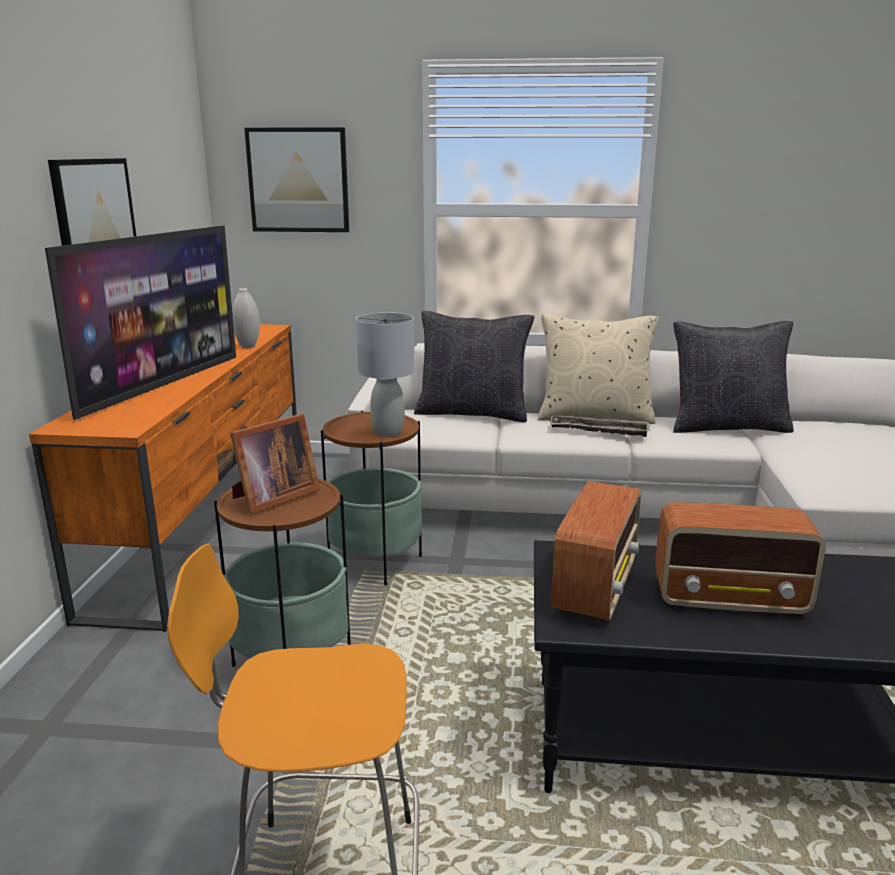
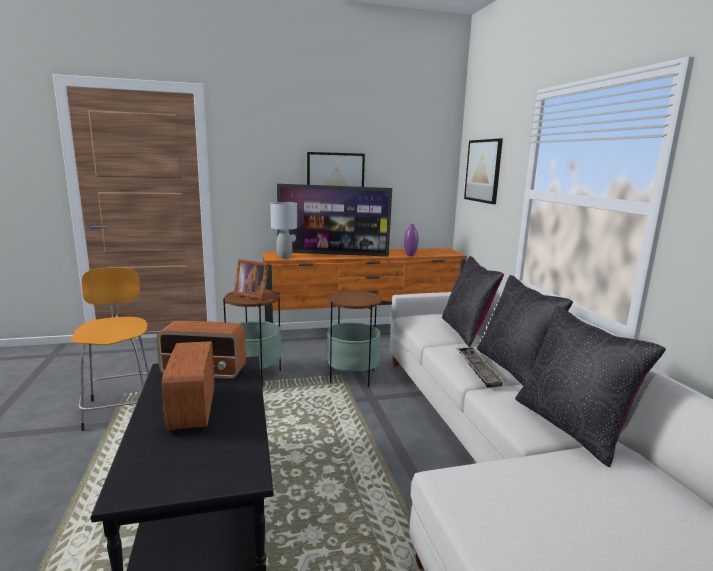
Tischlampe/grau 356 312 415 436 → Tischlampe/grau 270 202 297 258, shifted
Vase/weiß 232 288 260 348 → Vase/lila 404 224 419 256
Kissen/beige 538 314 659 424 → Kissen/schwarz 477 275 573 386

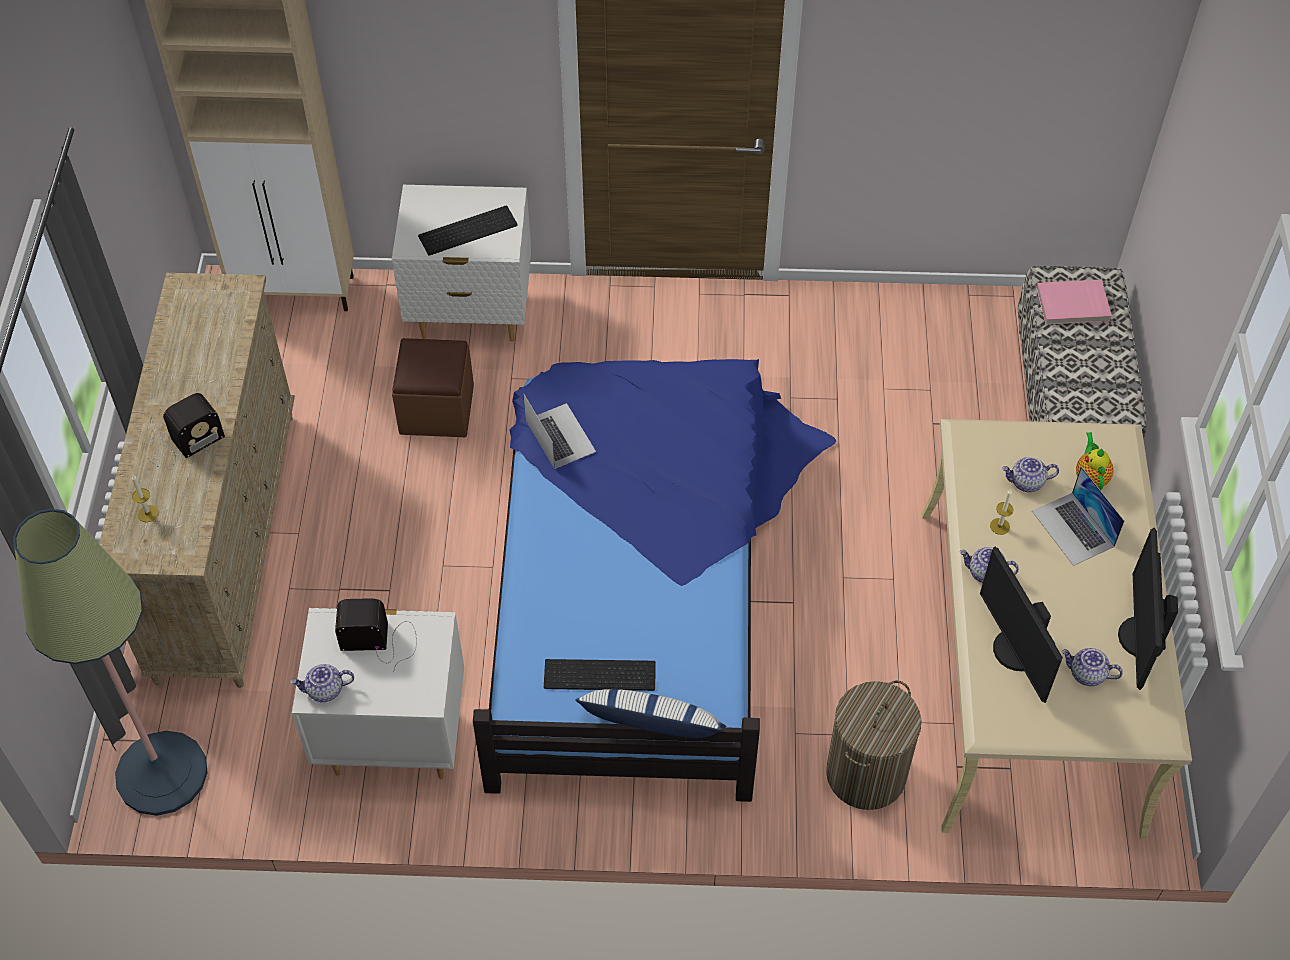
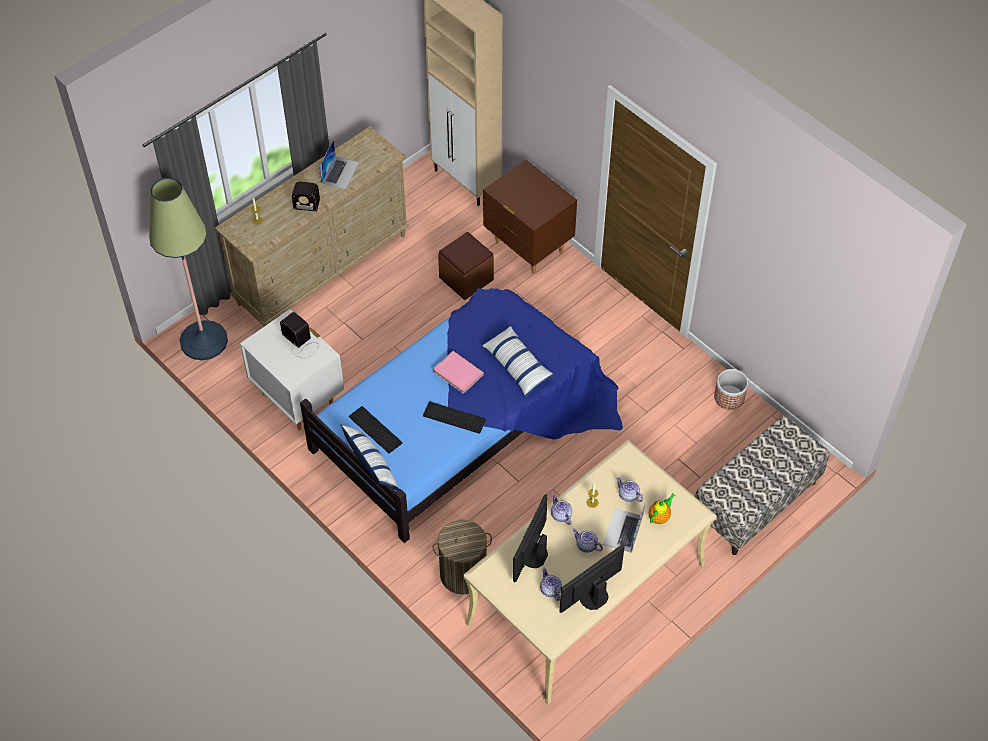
- → Kissen 481 324 556 397
- → Pflanzkübel 714 369 748 410
Teekanne 290 664 354 702 → Teekanne 572 528 603 552, shifted
Tastatur 418 205 518 256 → Tastatur 423 401 486 434, shifted
Laptop 523 393 596 469 → Laptop 319 140 359 190, shifted
Buch/rosa 1036 279 1112 325 → Buch/rosa 433 351 484 394, shifted
Nachttisch/weiß 392 185 531 342 → Nachttisch/braun 483 160 577 274

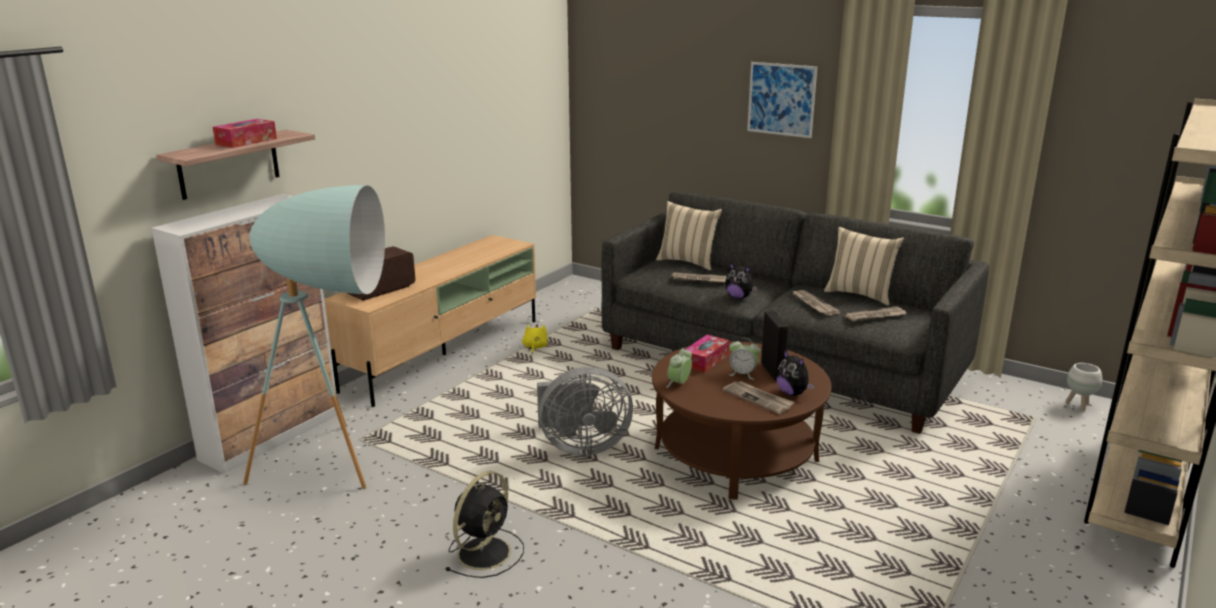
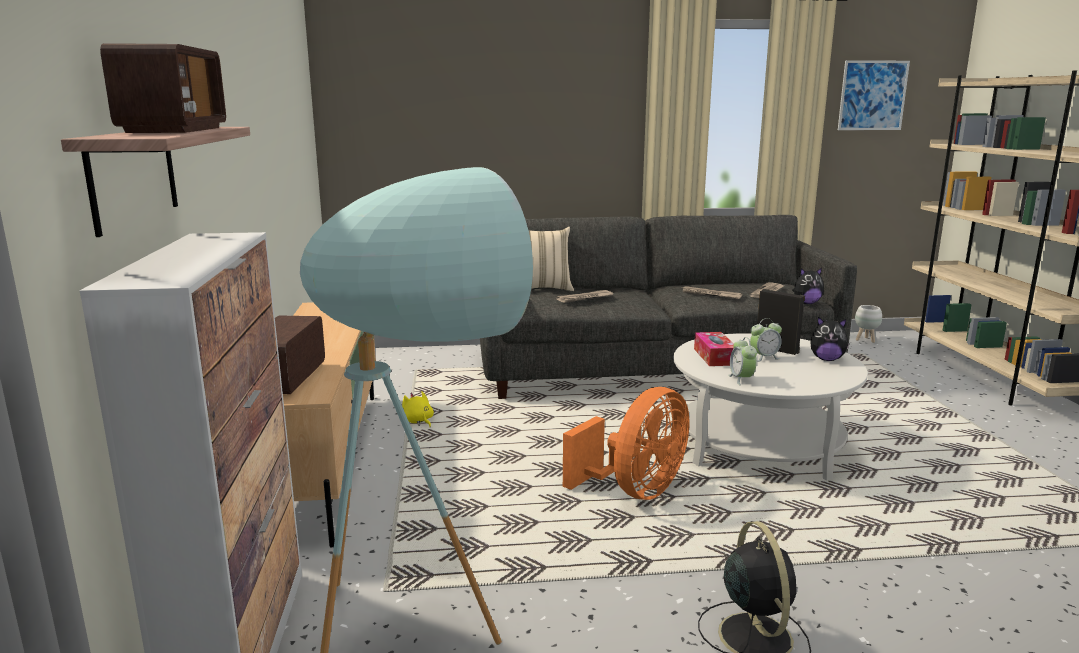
Zeitung 723 381 794 414 → -
Kissen/beige 824 227 904 305 → -
Plüschtier 725 263 758 299 → Plüschtier 792 268 824 304, shifted
Bild 747 62 817 138 → Bild 838 60 910 130, shifted
Taschentuchbox 213 119 277 148 → Radio 100 43 226 133
Ventilator/grau 537 367 633 456 → Ventilator/orange 563 387 689 500
Couchtisch/braun 652 341 832 500 → Couchtisch/weiß 674 333 868 481

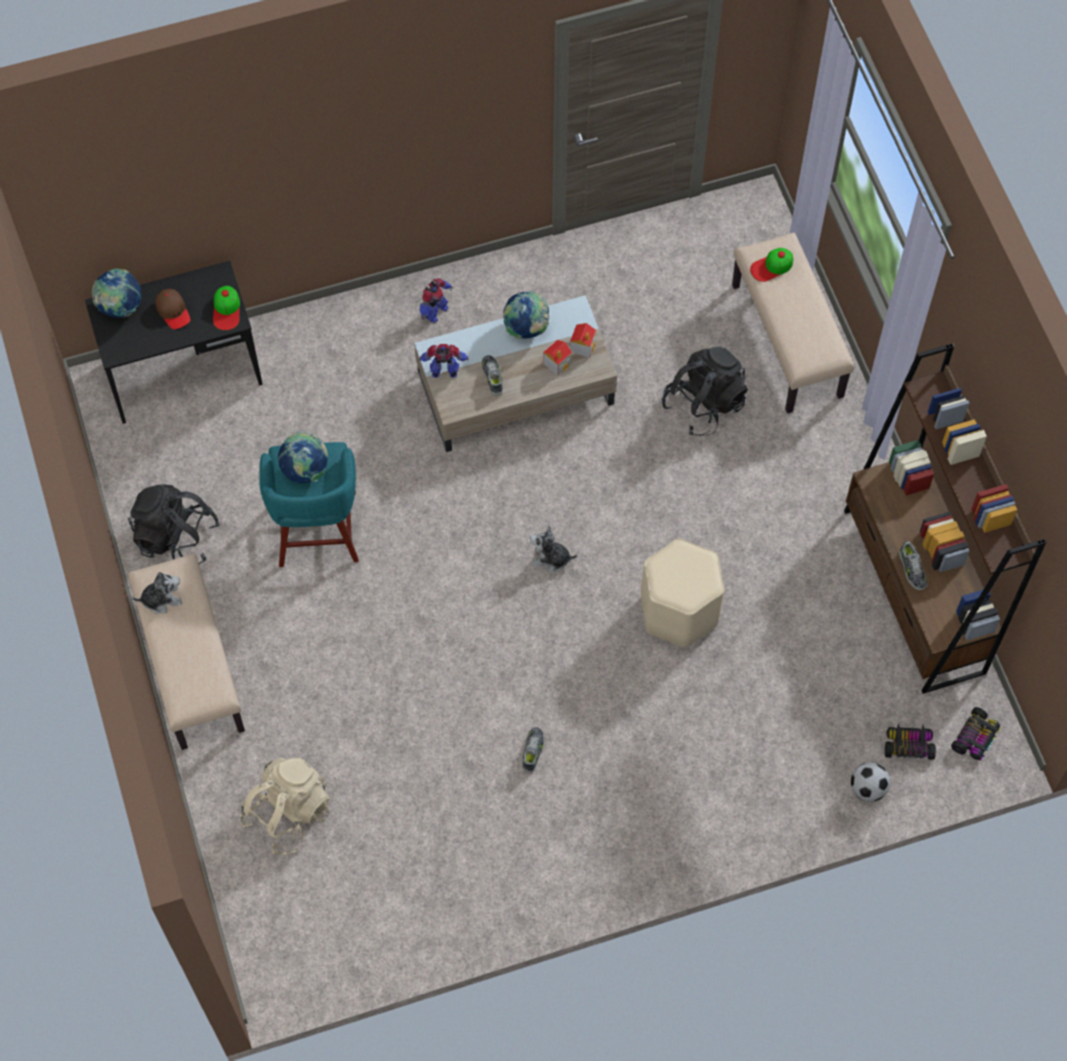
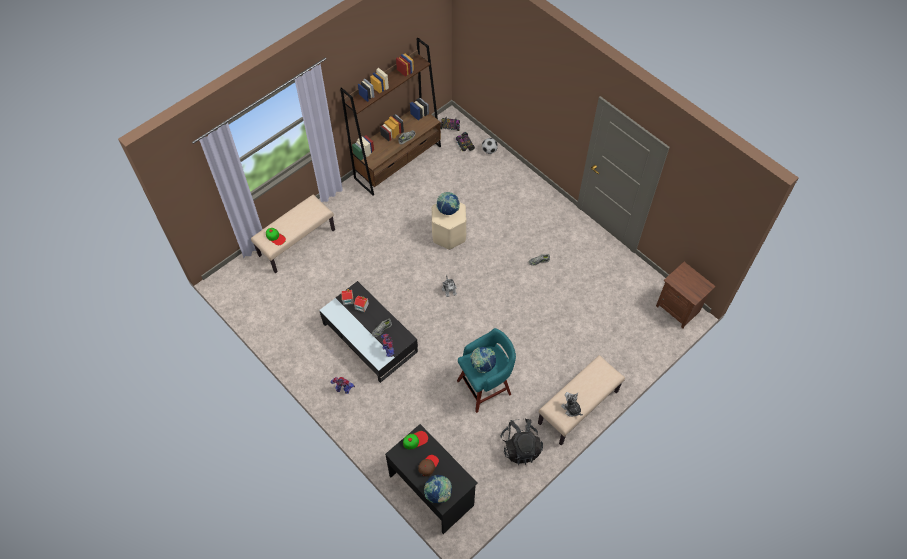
Rucksack/beige 240 756 330 854 → -
Rucksack/schwarz 662 347 748 436 → -
- → Nachttisch/braun 656 262 716 329
Globus 503 291 549 339 → Globus 437 192 460 215, shifted
Couchtisch/beige 414 295 617 452 → Couchtisch/schwarz 319 281 418 383

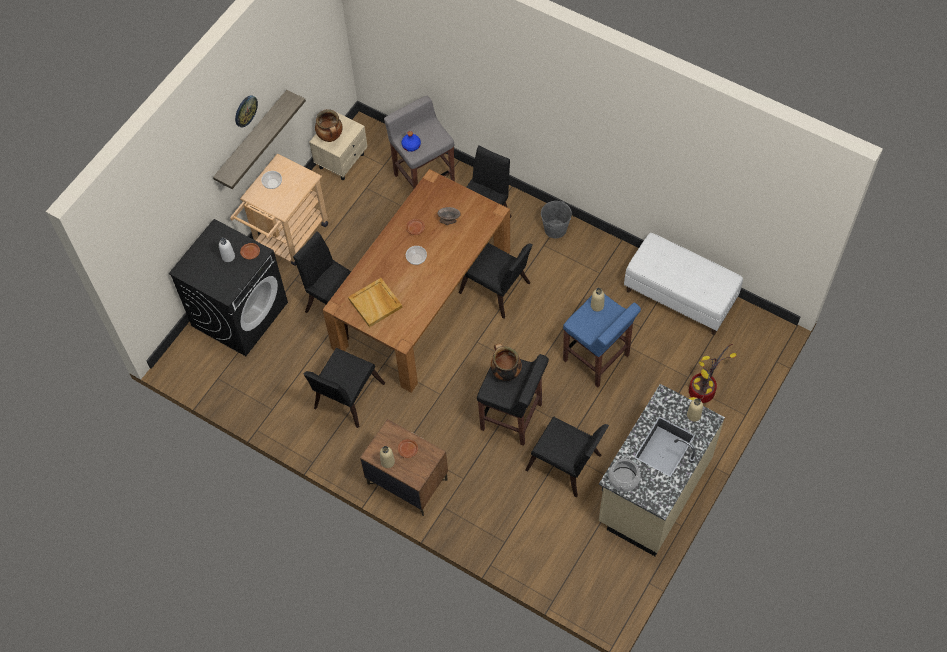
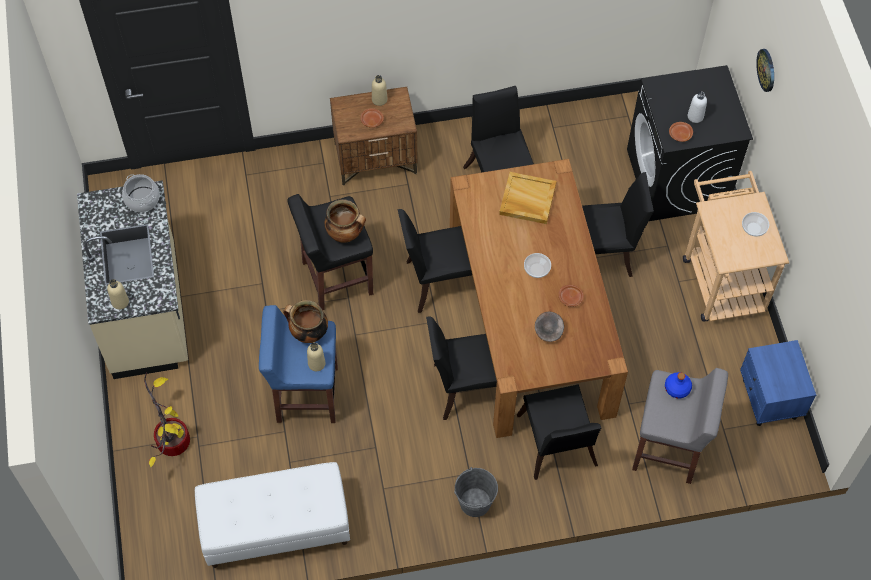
Wandregal 213 90 306 189 → -
Wanduhr 235 95 258 128 → Wanduhr 756 49 774 92, shifted
Kochtopf 315 109 343 142 → Kochtopf 283 300 328 343, shifted
Stuhl/schwarz 526 416 609 497 → Stuhl/schwarz 397 209 472 313, shifted
Nachttisch/beige 309 112 368 180 → Nachttisch/blau 740 340 816 426

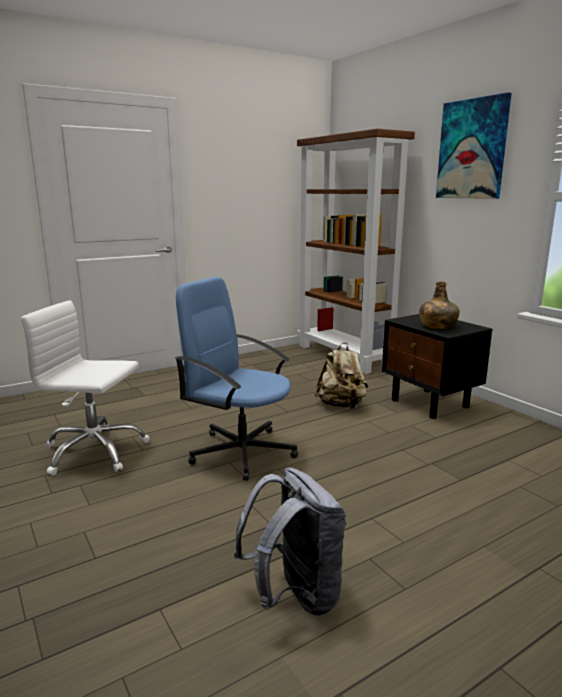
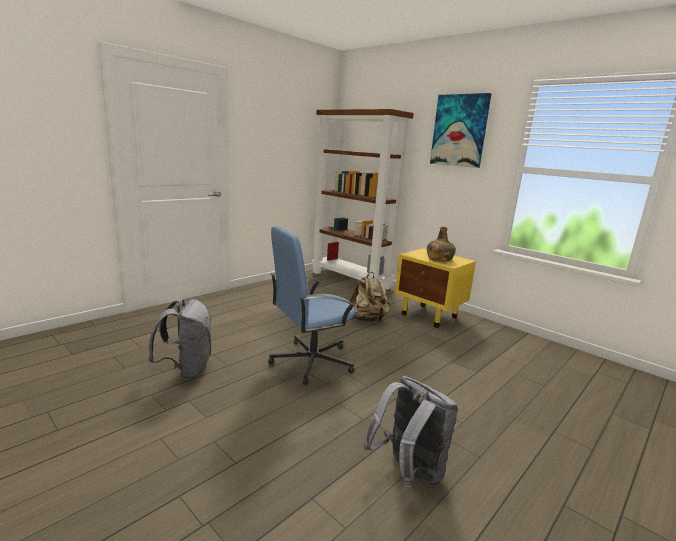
Bürostuhl/weiß 21 301 150 476 → Rucksack/grau 148 299 212 379
Nachttisch/schwarz 382 314 492 419 → Nachttisch/gelb 395 248 476 328
Bürostuhl/blau 175 276 298 481 → Bürostuhl/blau 268 226 355 385, 45 degrees counterclockwise

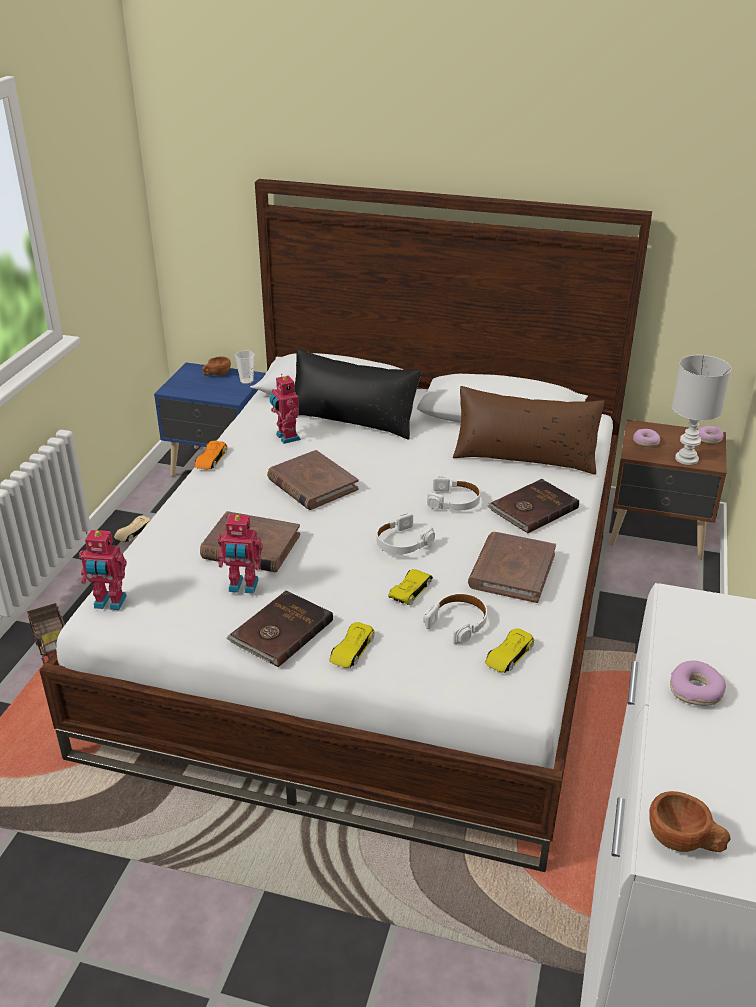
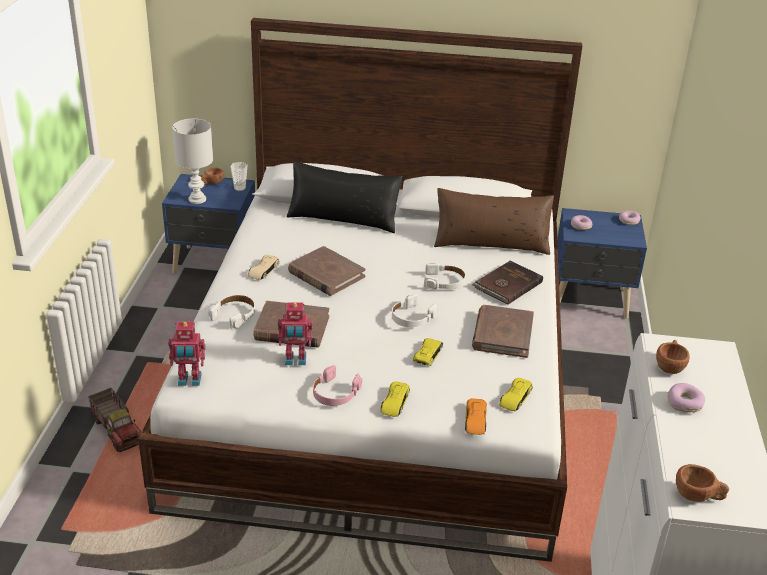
Spielzeugroboter 270 374 301 444 → -
- → Tasse/braun 656 340 690 374
Spielzeugauto/beige 114 515 151 542 → Spielzeugauto/beige 248 255 280 280, shifted
Spielzeugauto/orange 194 441 227 470 → Spielzeugauto/orange 465 398 487 435, shifted
Kopfhörer/weiß 423 593 487 644 → Kopfhörer/weiß 208 295 255 329, shifted
Tischlampe/weiß 672 355 731 465 → Tischlampe/weiß 172 119 213 204, shifted
Buch/braun 226 591 333 667 → Kopfhörer/rosa 313 365 362 406
Nachttisch/braun 609 420 726 560 → Nachttisch/blau 557 208 647 319

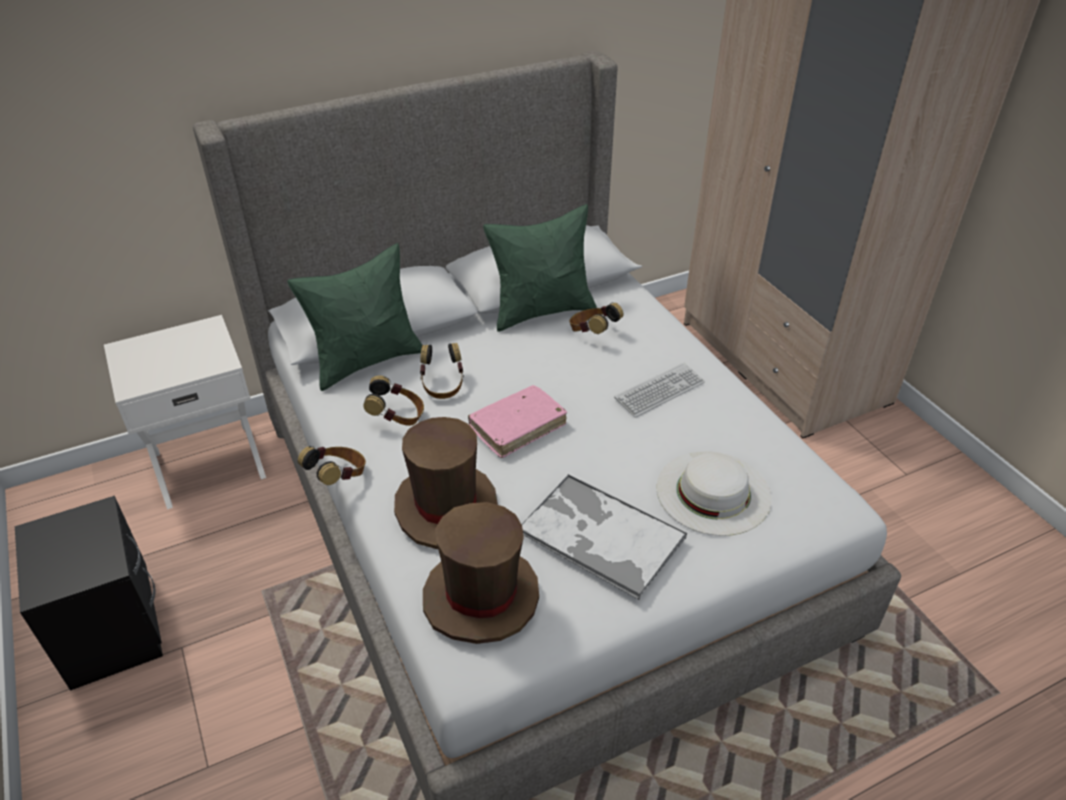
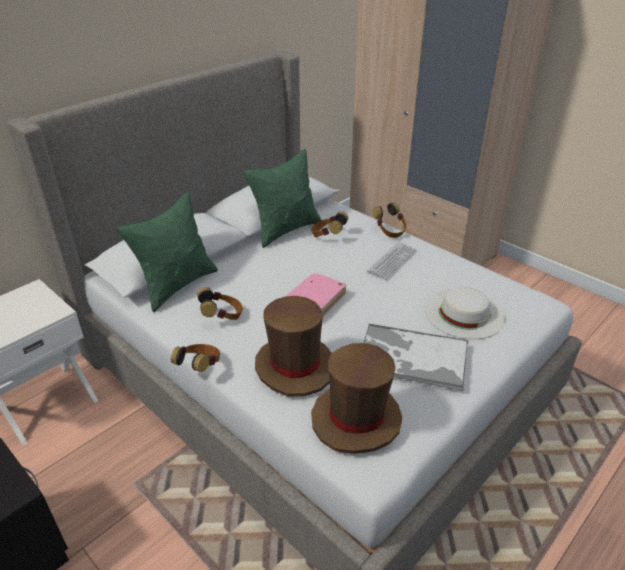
Kopfhörer 420 343 464 399 → Kopfhörer 373 202 406 238, shifted

